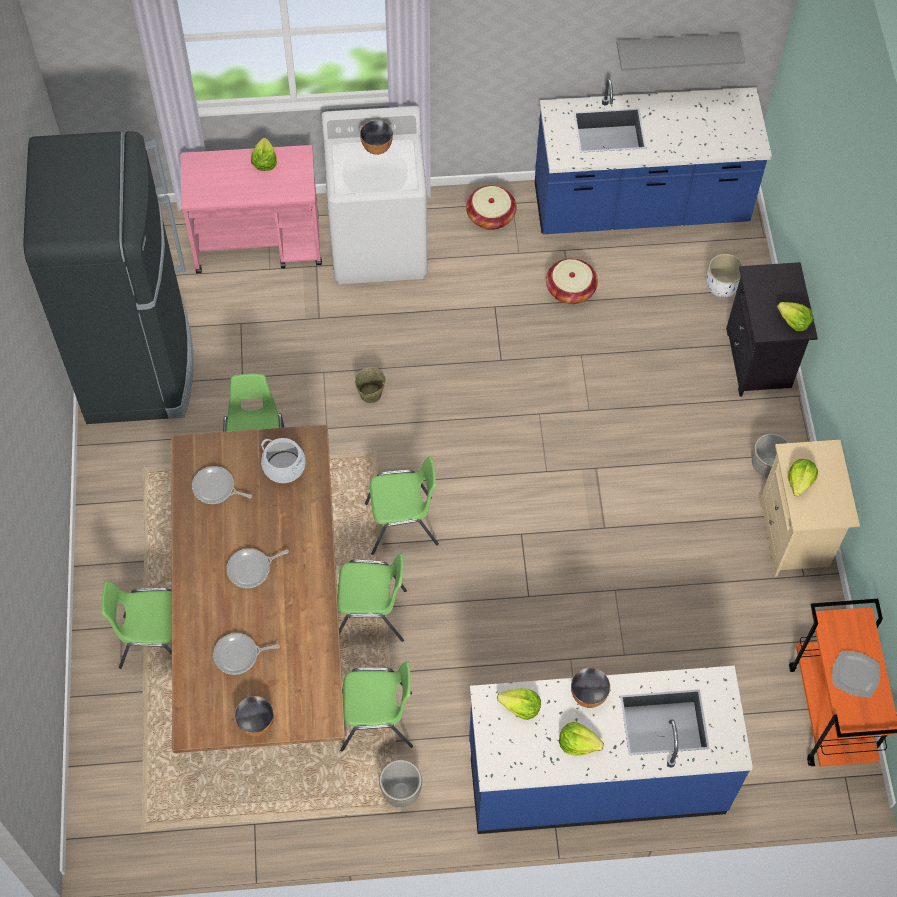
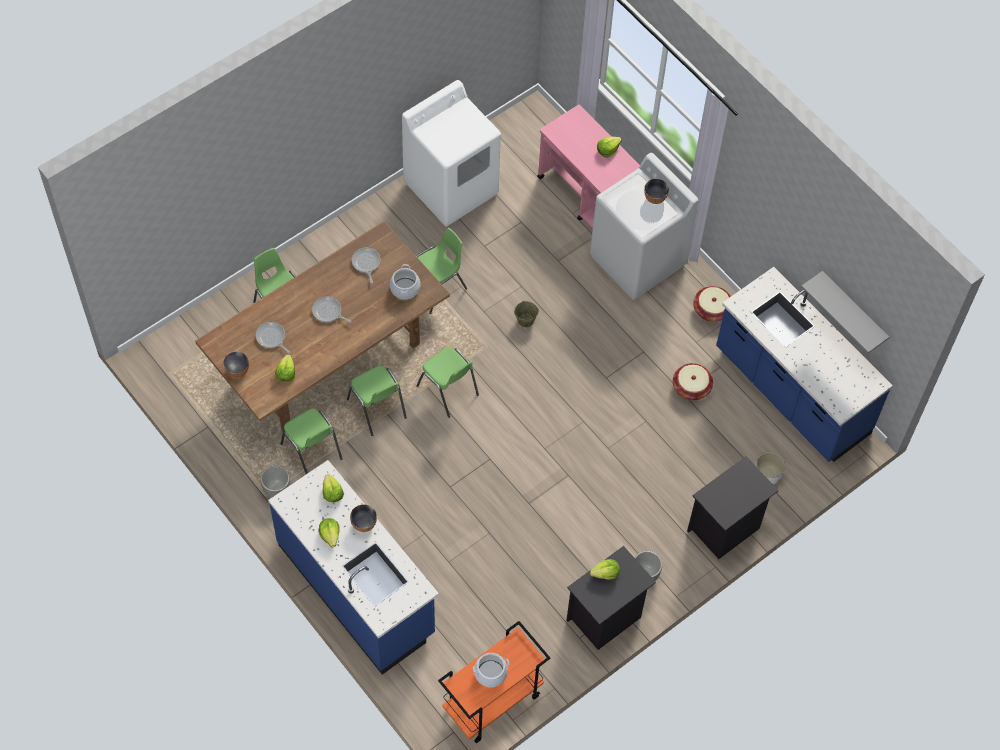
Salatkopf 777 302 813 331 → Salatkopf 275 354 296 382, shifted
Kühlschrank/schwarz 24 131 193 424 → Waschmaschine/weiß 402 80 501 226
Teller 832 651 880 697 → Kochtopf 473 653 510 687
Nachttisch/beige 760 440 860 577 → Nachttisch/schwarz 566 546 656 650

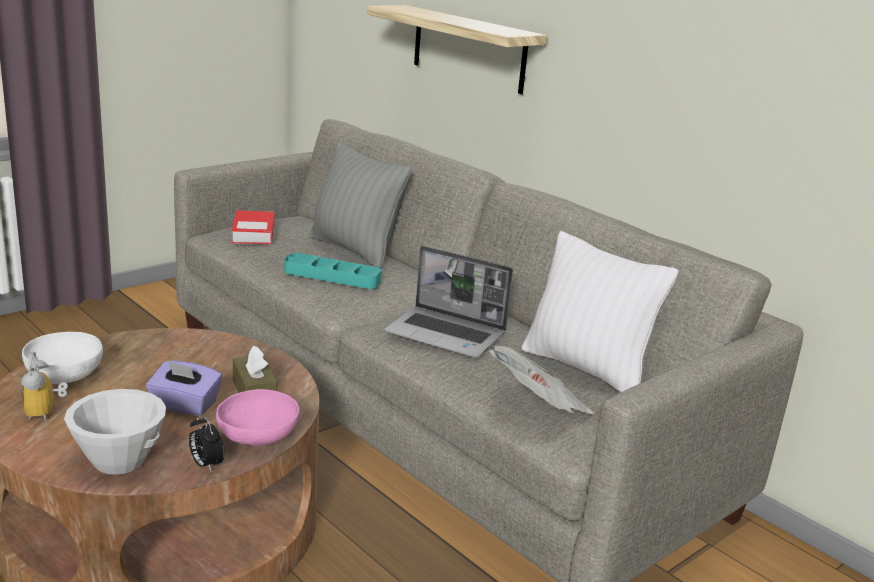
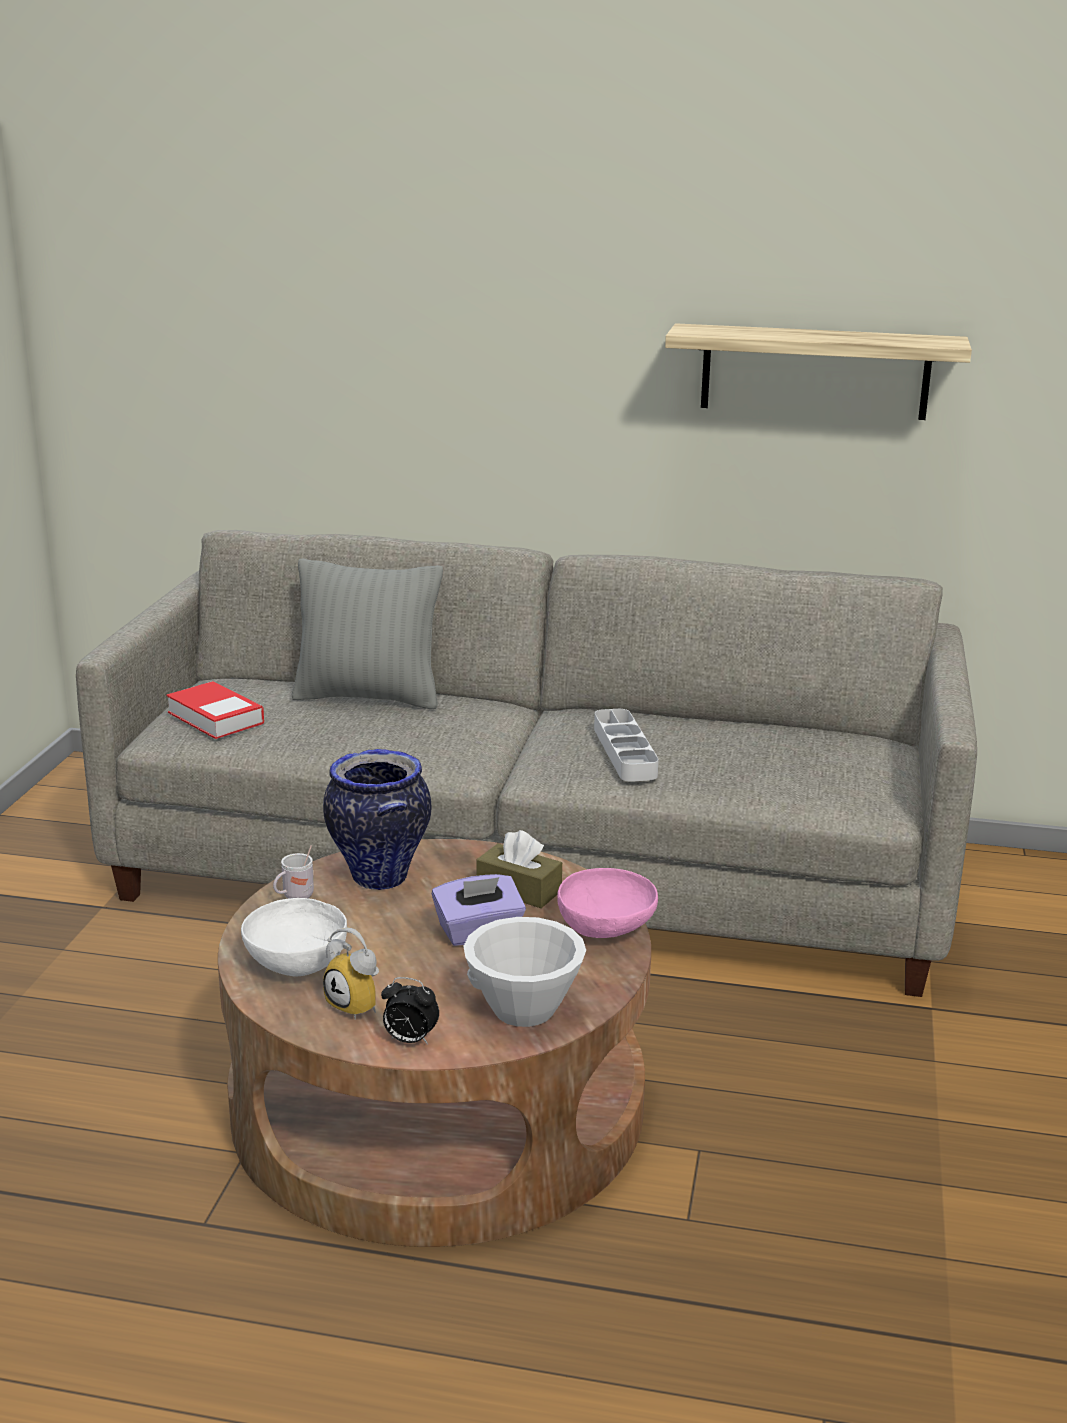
Tablett/türkis 284 253 382 289 → -
Zeitung 488 346 594 414 → -
Kissen/weiß 522 231 679 392 → -
- → Henkelbecher/weiß 273 845 314 899
- → Vase 323 749 431 890
Wecker 189 414 224 473 → Wecker 381 977 439 1045, shifted
Wandregal 367 5 547 94 → Wandregal 665 323 972 420, shifted
Laptop 384 246 513 358 → Tablett/grau 594 709 659 782

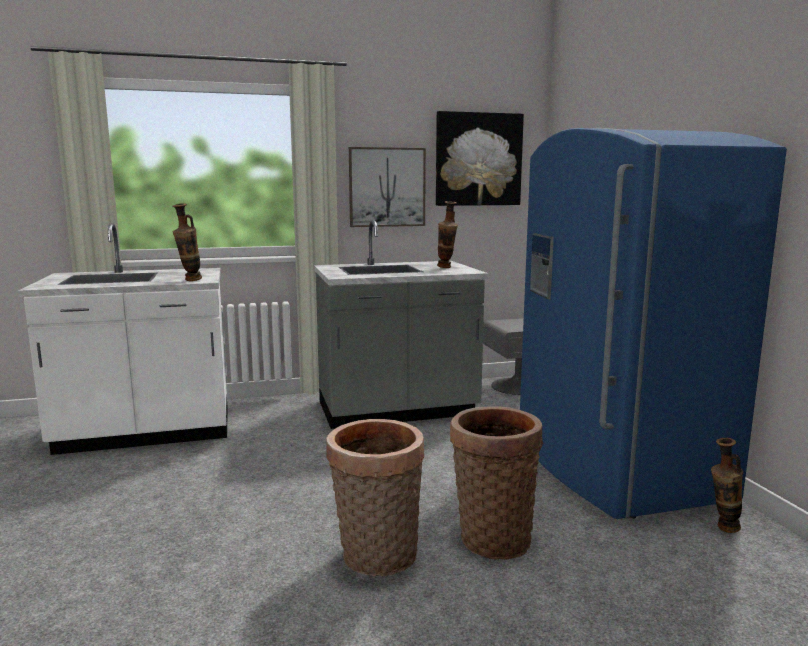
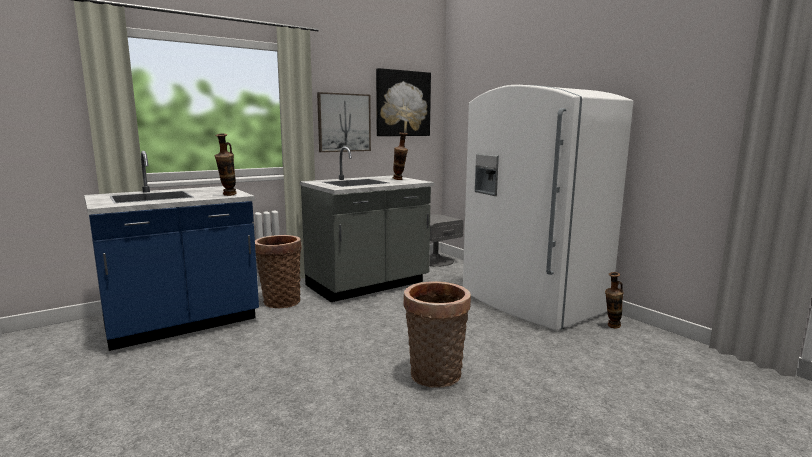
Korb 450 406 543 560 → Korb 255 235 302 308, shifted
Küchenzeile/weiß 18 223 228 455 → Küchenzeile/blau 84 151 259 351
Kühlschrank/blau 520 128 787 519 → Kühlschrank/weiß 463 85 633 330

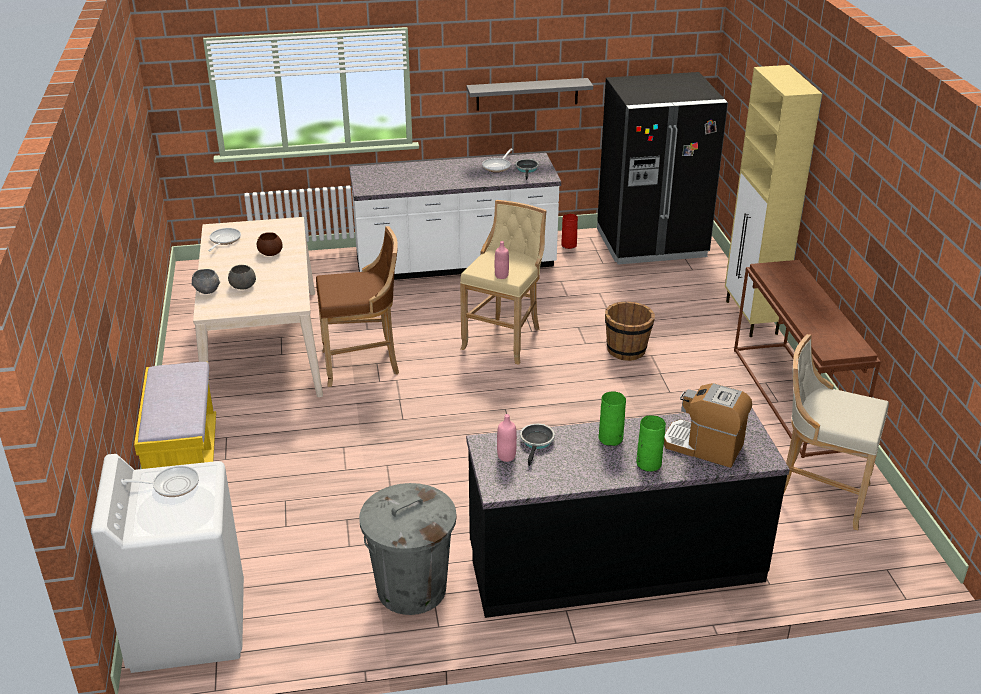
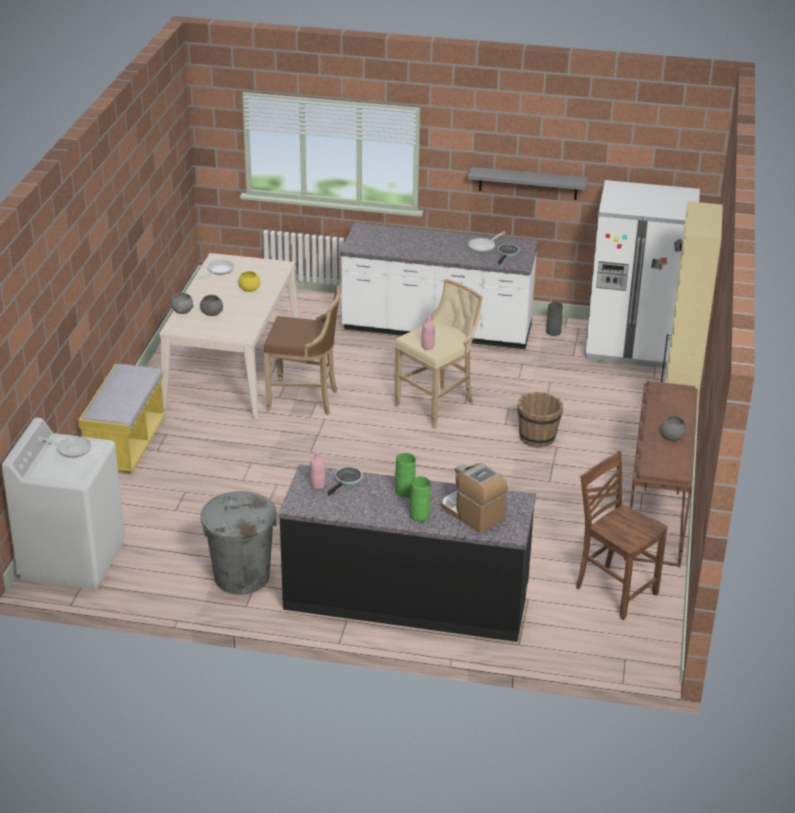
- → Schüssel/grau 661 416 686 441
Hocker/beige 784 334 889 530 → Stuhl/braun 576 450 668 620
Schüssel/braun 257 232 283 256 → Schüssel/gelb 238 271 260 292
Vase/rot 561 214 578 249 → Vase/grau 546 302 563 336
Kühlschrank/schwarz 597 72 728 265 → Kühlschrank/weiß 585 180 700 368

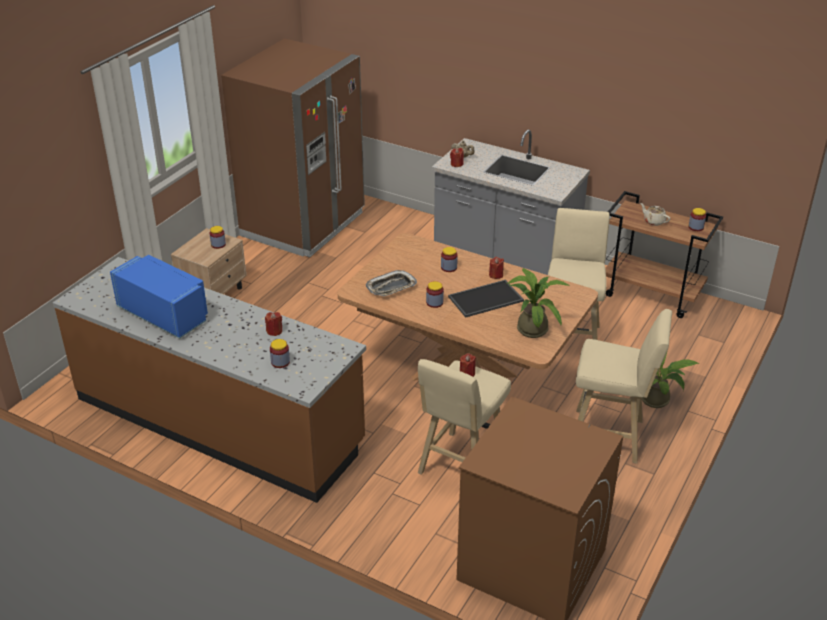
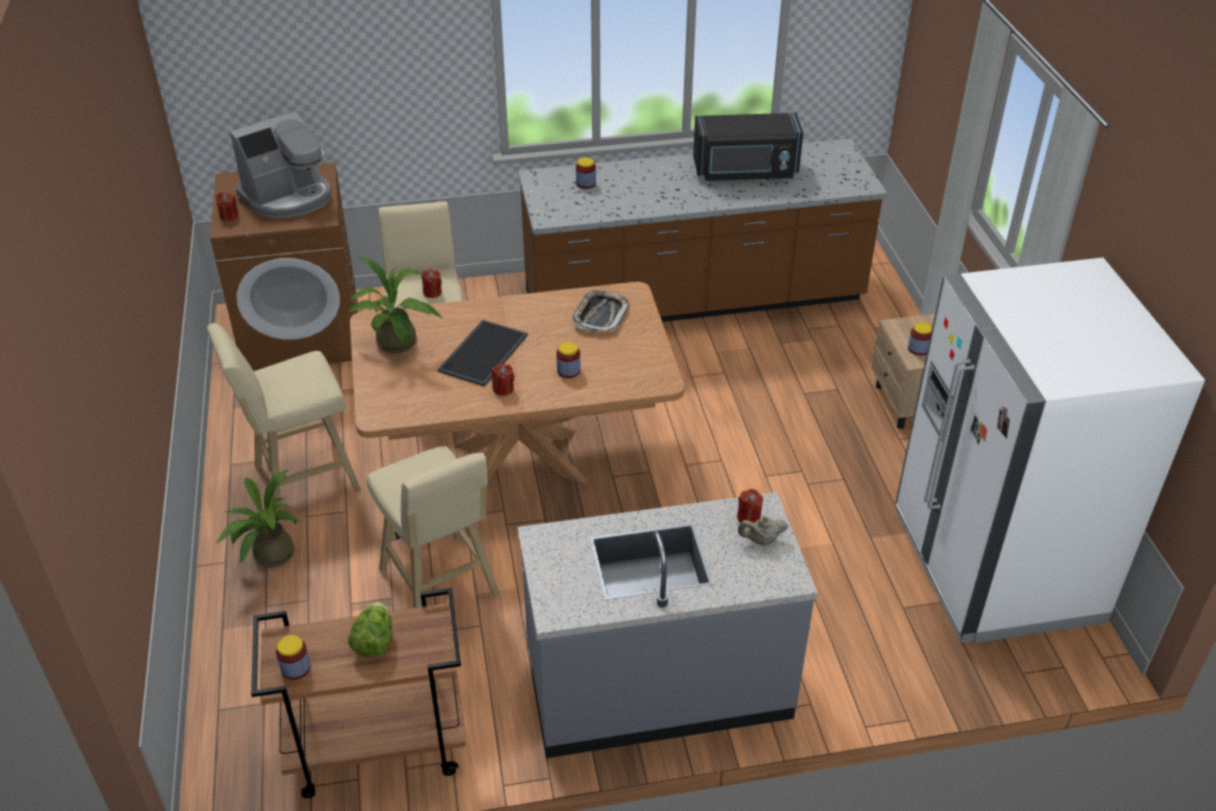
Vorratsglas 426 281 444 308 → -
- → Kaffeemaschine 230 111 331 219
Kerze/rot 265 312 282 336 → Kerze/rot 215 192 239 221, shifted
Teekanne/beige 640 203 670 226 → Salatkopf 348 602 392 657
Mikrowelle/blau 110 255 208 339 → Mikrowelle/schwarz 693 113 803 181
Kühlschrank/braun 221 38 365 257 → Kühlschrank/weiß 896 258 1205 643

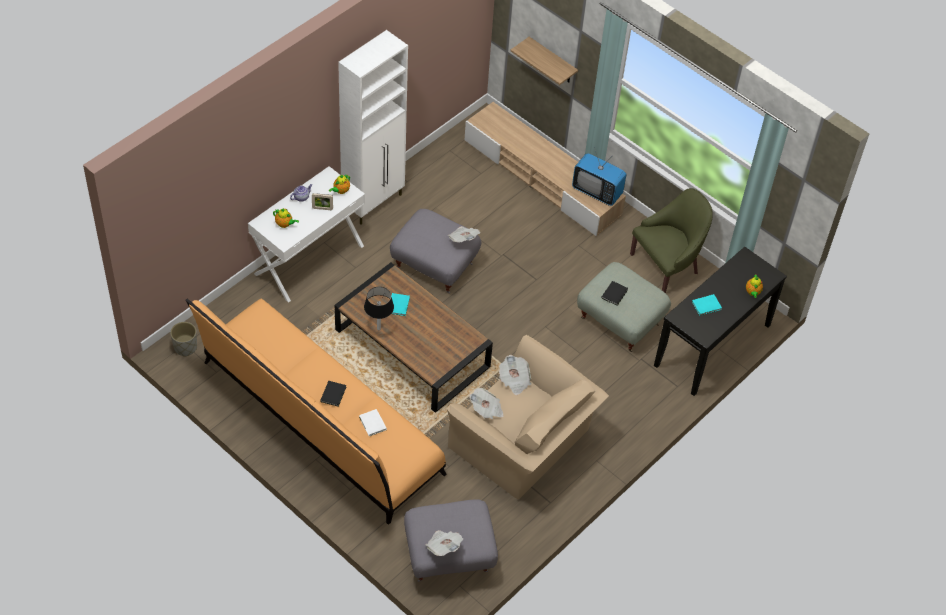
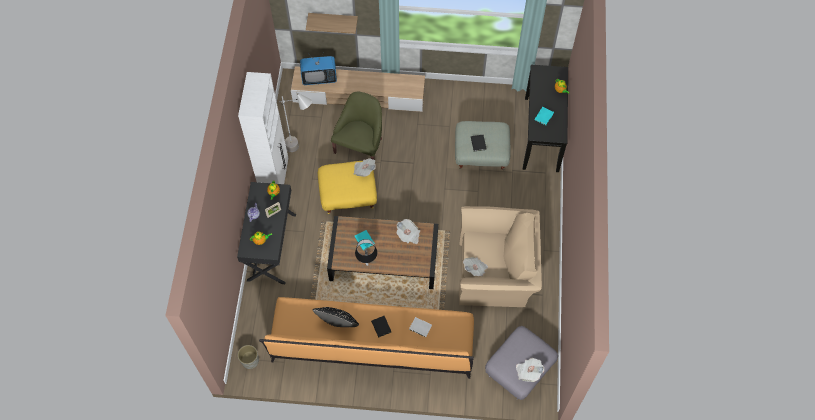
- → Stehlampe/grau 280 93 312 152
- → Kissen/schwarz 313 307 359 327
Zeitung 499 355 532 395 → Zeitung 397 219 420 244, shifted
Fernseher 572 147 626 206 → Fernseher 300 53 337 85, shifted
Sessel/grün 630 188 713 293 → Sessel/grün 331 92 382 160, shifted
Schreibtisch/weiß 248 166 365 303 → Schreibtisch/schwarz 237 182 296 284
Polsterhocker/grau 390 209 481 294 → Polsterhocker/gelb 318 161 377 214

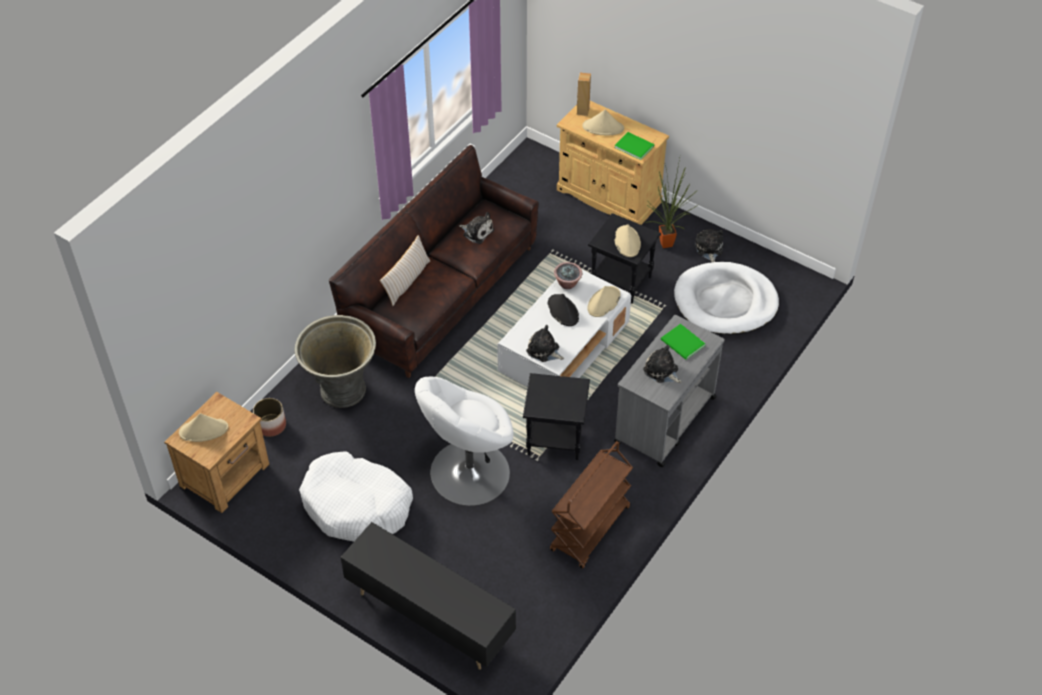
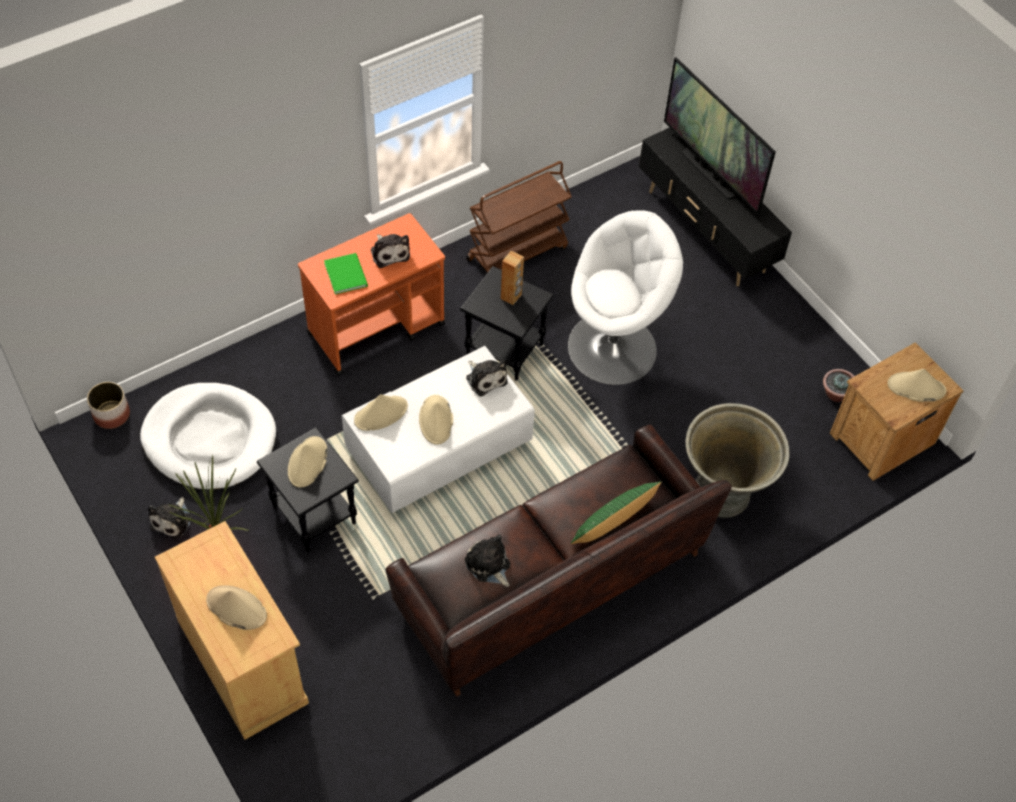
Hundebett/weiß 299 451 413 542 → -
Buch/grün 614 132 655 160 → -
- → Fernseher 664 57 776 214
Pflanzkübel 253 398 286 437 → Pflanzkübel 87 382 130 429, shifted
Topfpflanze 554 262 582 289 → Topfpflanze 823 369 854 402, shifted
Lautsprecher/braun 577 73 591 116 → Lautsprecher/braun 501 251 524 305, shifted
Kissen/beige 380 235 431 306 → Kissen/grün 571 481 661 544
Hut/schwarz 548 294 579 326 → Hut/beige 419 395 453 445
Rollwagen/grau 614 315 725 467 → Rollwagen/orange 298 213 445 375

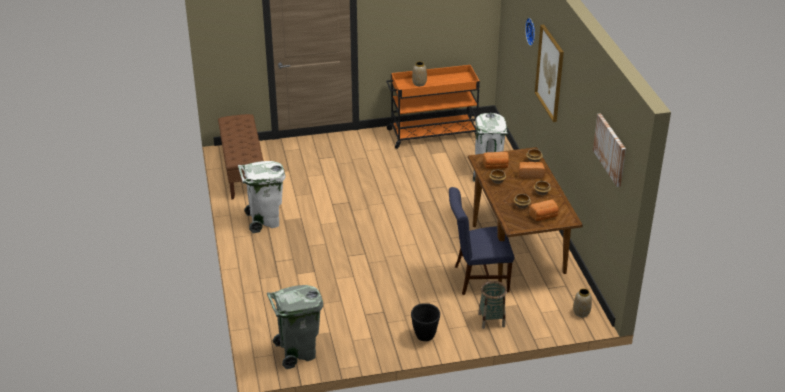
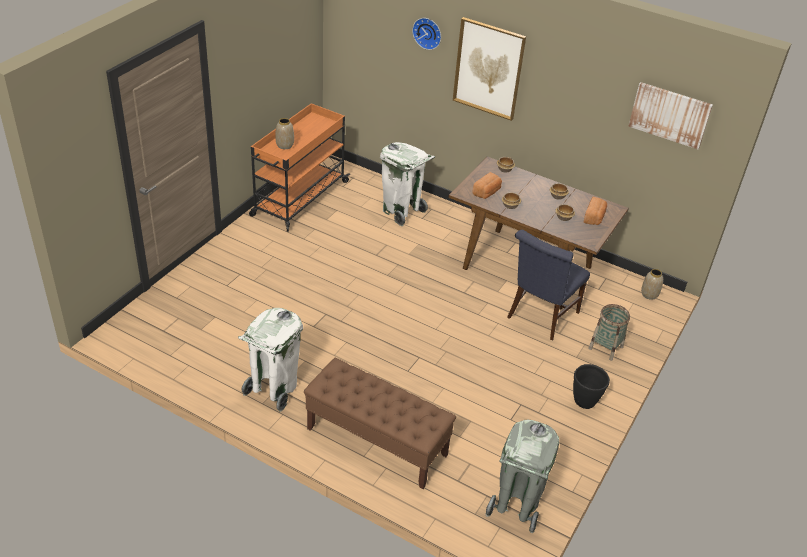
Brot 518 162 545 179 → -
Bank/braun 218 114 264 200 → Bank/braun 304 358 456 489, shifted

